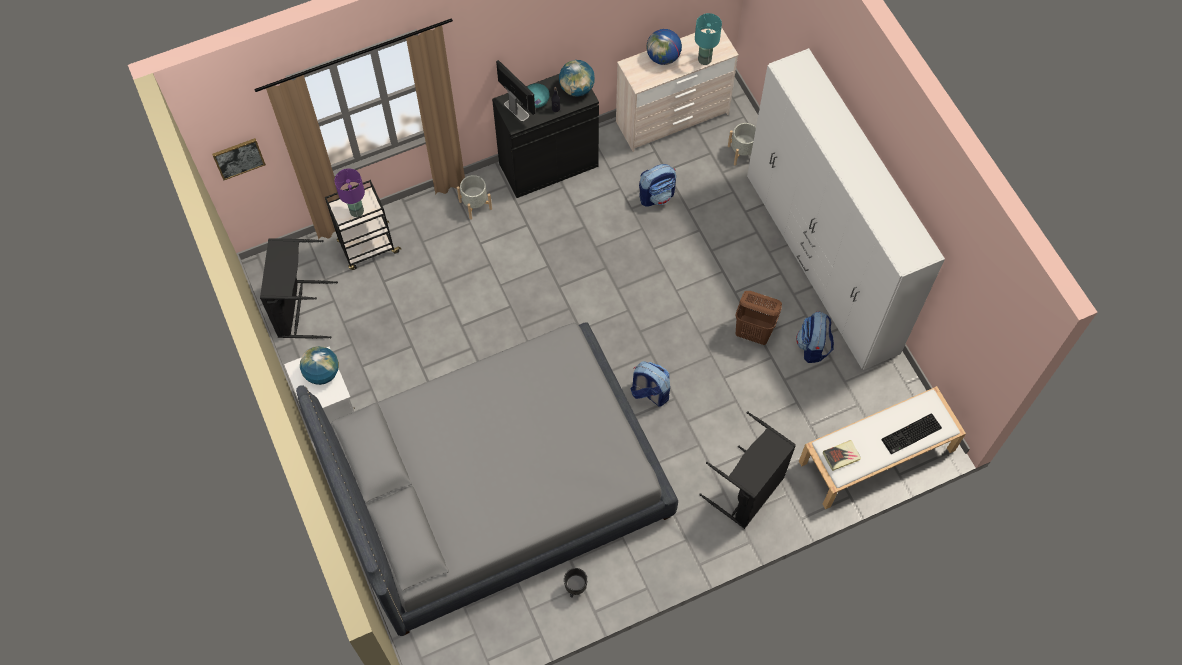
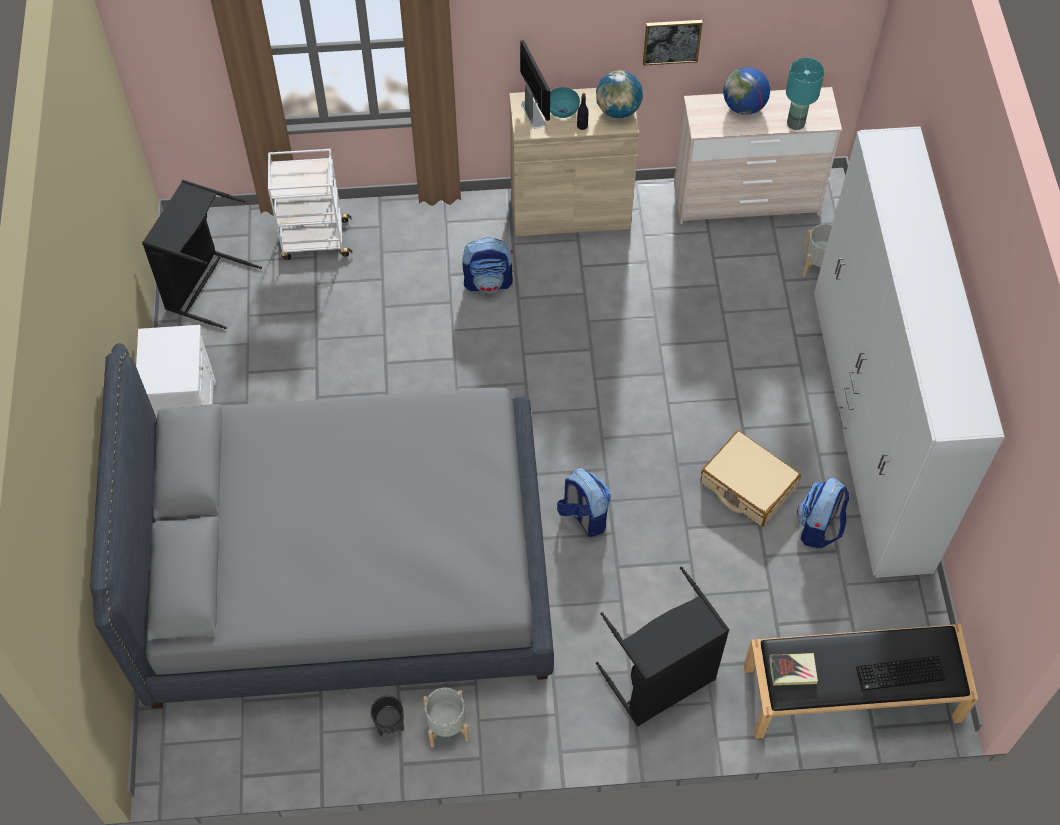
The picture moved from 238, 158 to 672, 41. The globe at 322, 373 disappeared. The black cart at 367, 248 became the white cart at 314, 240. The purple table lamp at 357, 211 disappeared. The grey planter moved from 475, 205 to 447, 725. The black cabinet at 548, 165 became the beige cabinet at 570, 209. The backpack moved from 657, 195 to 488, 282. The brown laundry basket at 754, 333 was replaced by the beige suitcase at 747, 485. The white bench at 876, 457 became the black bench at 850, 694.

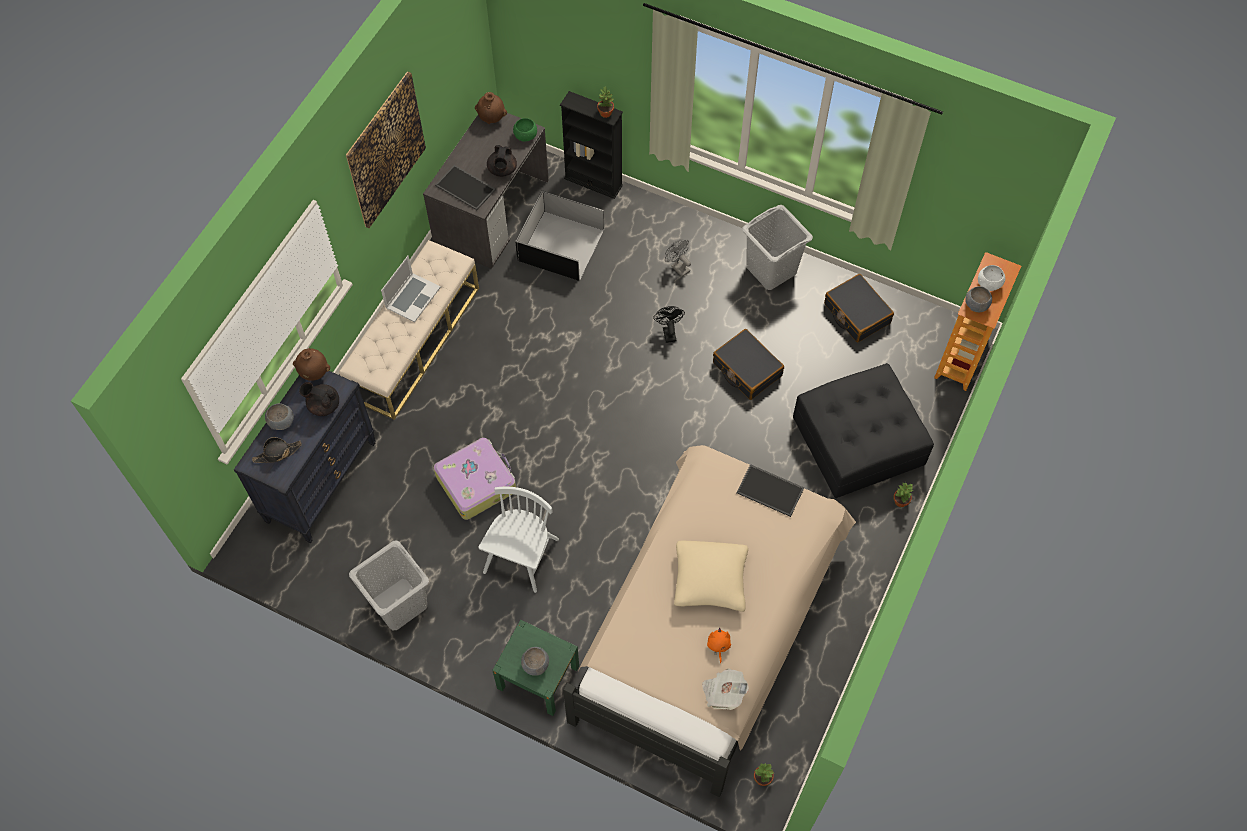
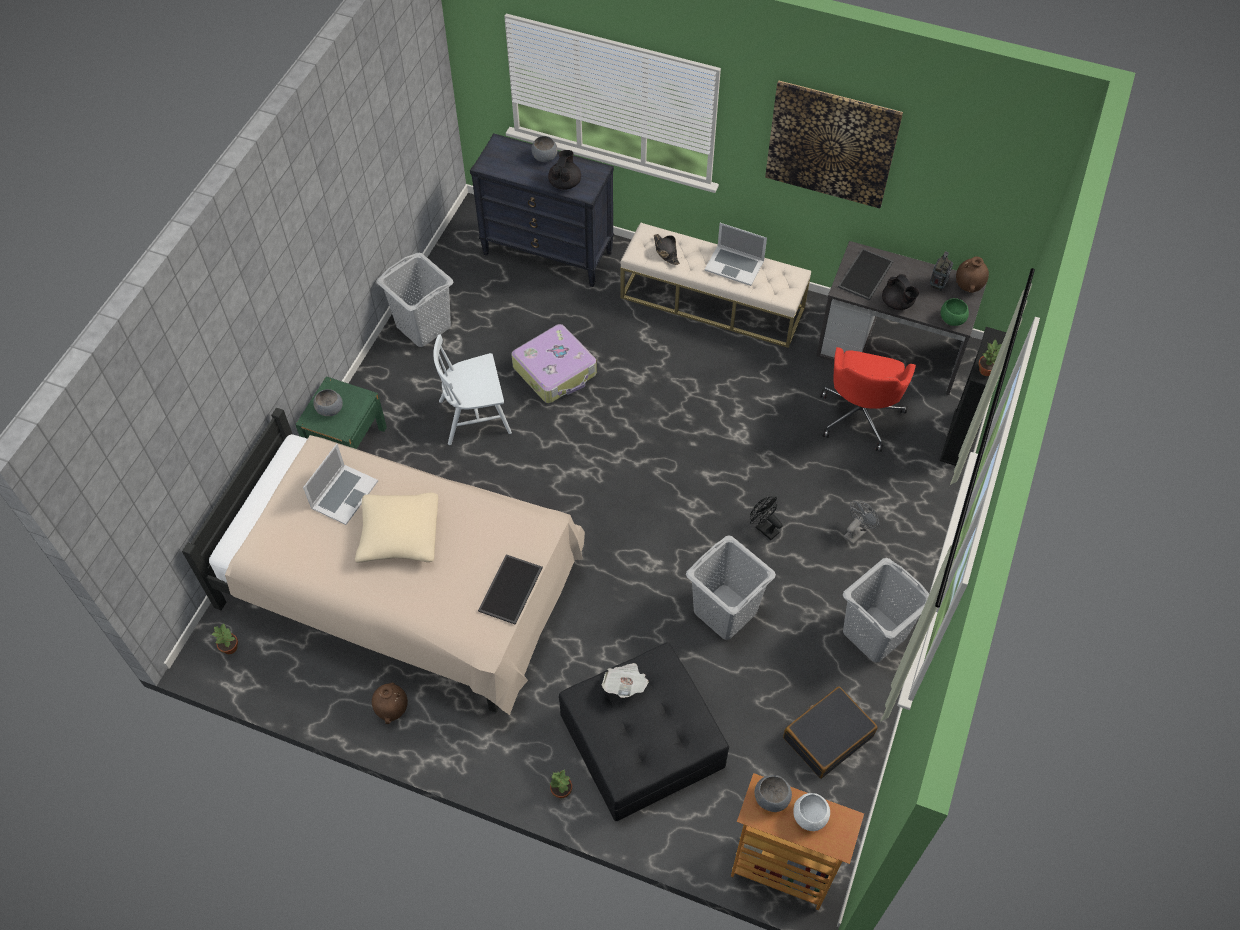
The black hat moved from 277, 453 to 666, 251. The brown vase moved from 314, 373 to 392, 709. The white chair at 521, 556 turned 150 degrees clockwise. The black teapot at 502, 170 turned 120 degrees counterclockwise. The black storage box at 560, 246 was replaced by the red office chair at 860, 415. The black fan at 668, 332 turned 120 degrees counterclockwise. The newspaper moved from 723, 692 to 625, 685. The orange plush toy at 718, 645 disappeared. The black suitcase at 746, 369 was replaced by the grey laundry basket at 725, 612. The laptop at 344, 494 appeared. The radio at 937, 285 appeared.

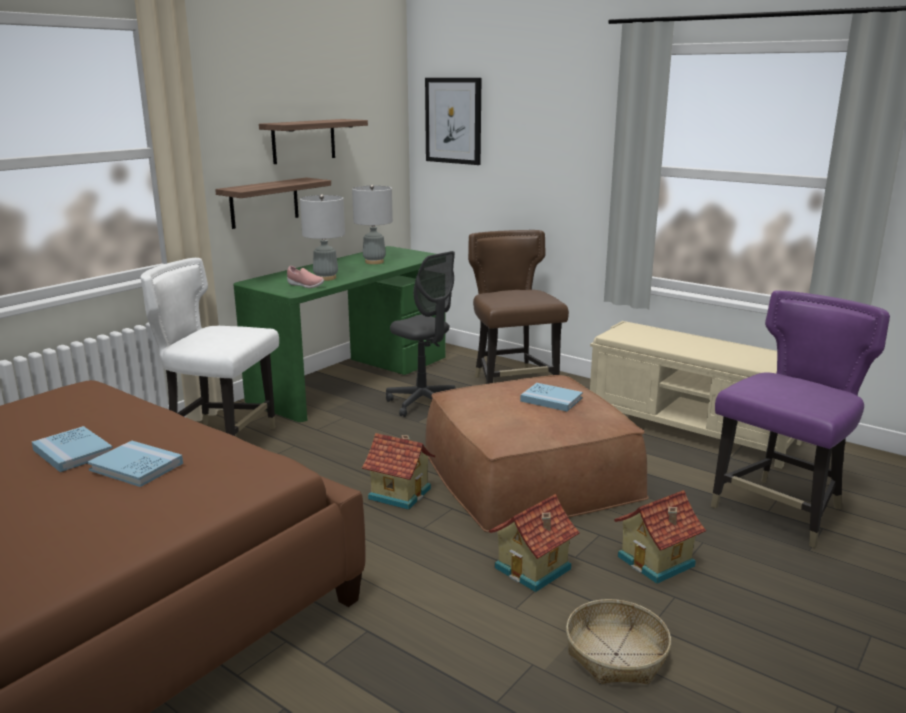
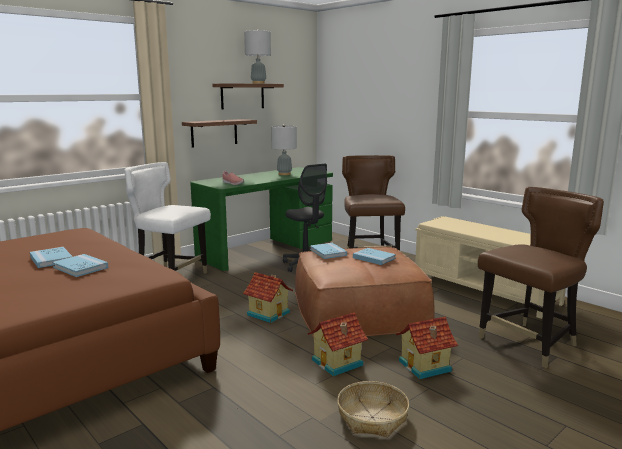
The grey table lamp moved from 326, 278 to 258, 83. The picture at 453, 120 disappeared. The purple chair at 780, 510 became the brown chair at 529, 343. The blue book at 328, 252 appeared.

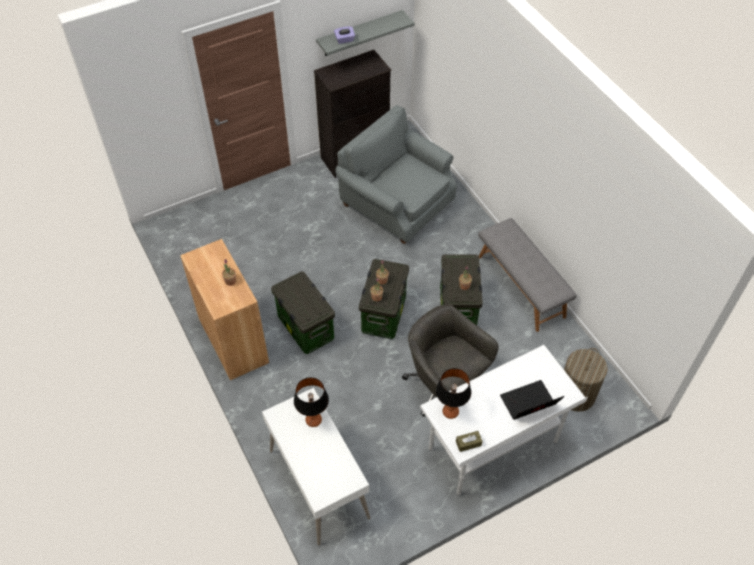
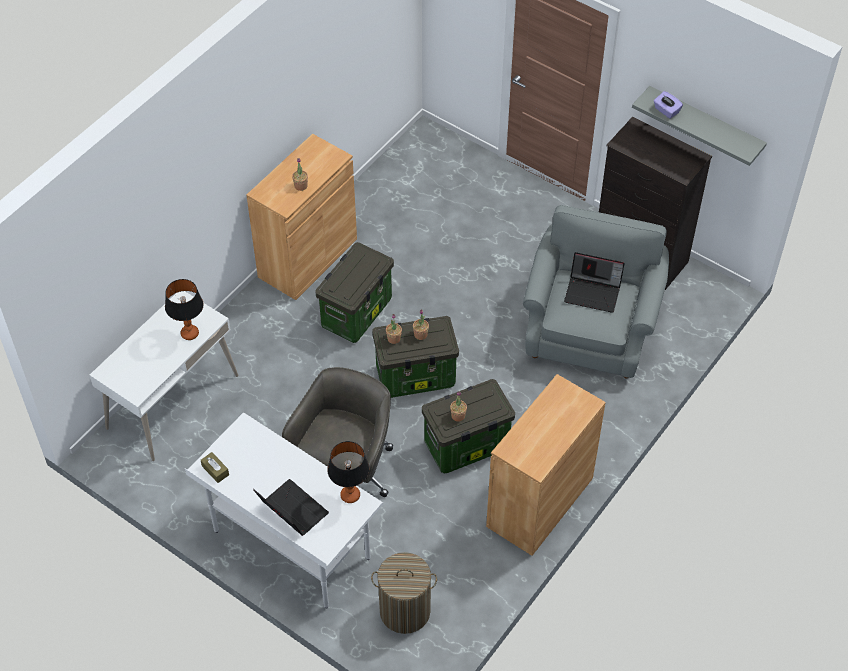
The table lamp moved from 450, 412 to 350, 495. The grey bench at 521, 286 was replaced by the brown cabinet at 540, 502. The laptop at 593, 292 appeared.

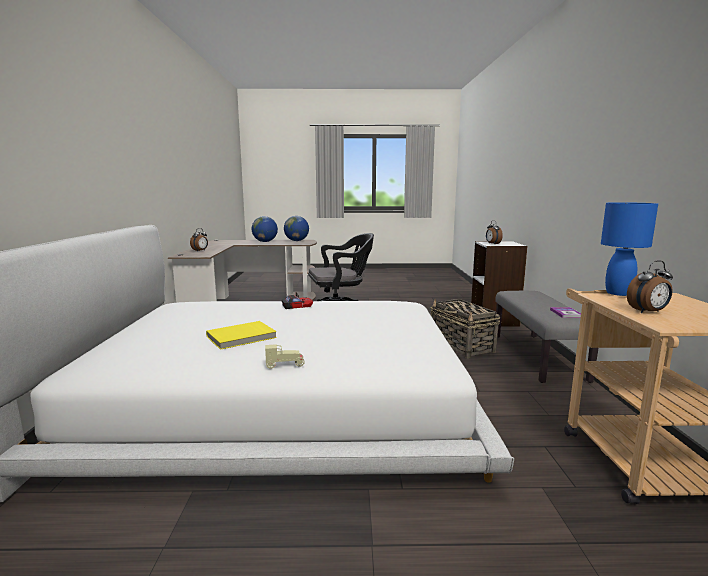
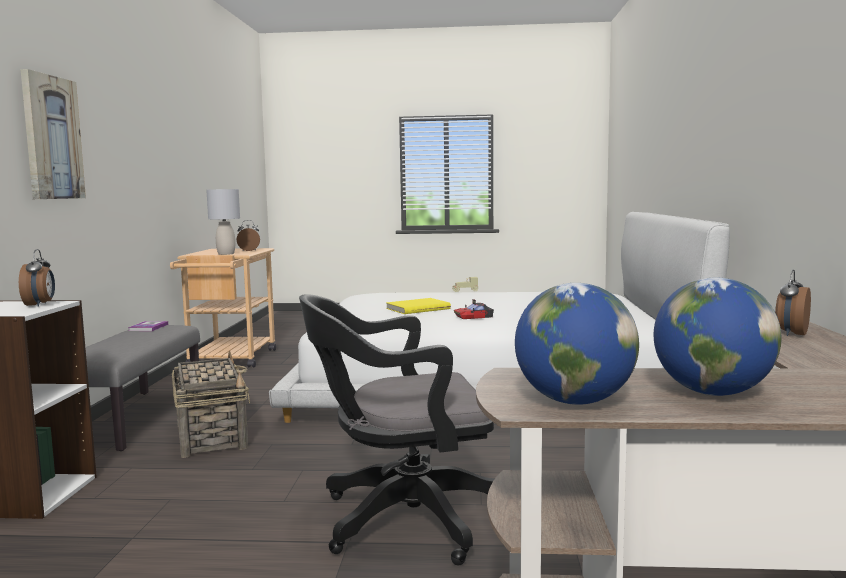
The yellow book moved from 242, 337 to 417, 308. The blue table lamp at 618, 293 became the grey table lamp at 226, 254. The picture at 51, 138 appeared.

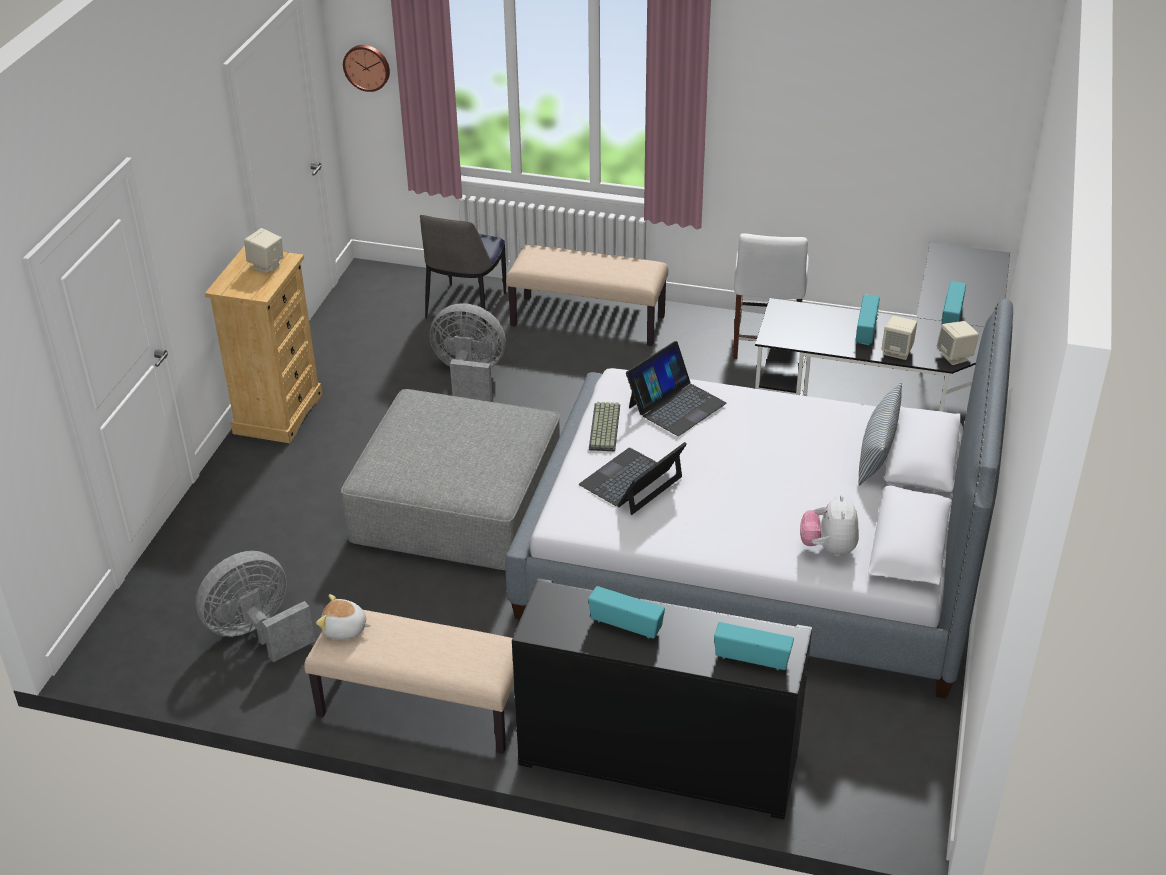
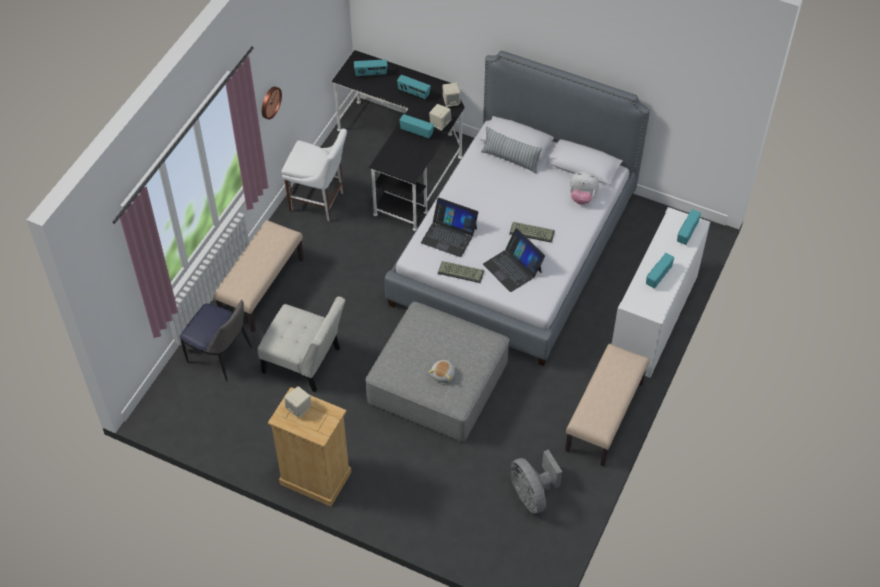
The plush toy moved from 344, 629 to 443, 374. The wall clock moved from 367, 67 to 269, 102. The grey fan at 469, 376 was replaced by the white chair at 305, 362. The black cabinet at 658, 758 became the white cabinet at 653, 319. The laptop at 676, 405 turned 150 degrees clockwise. The radio at 371, 74 appeared. The keyboard at 532, 232 appeared.

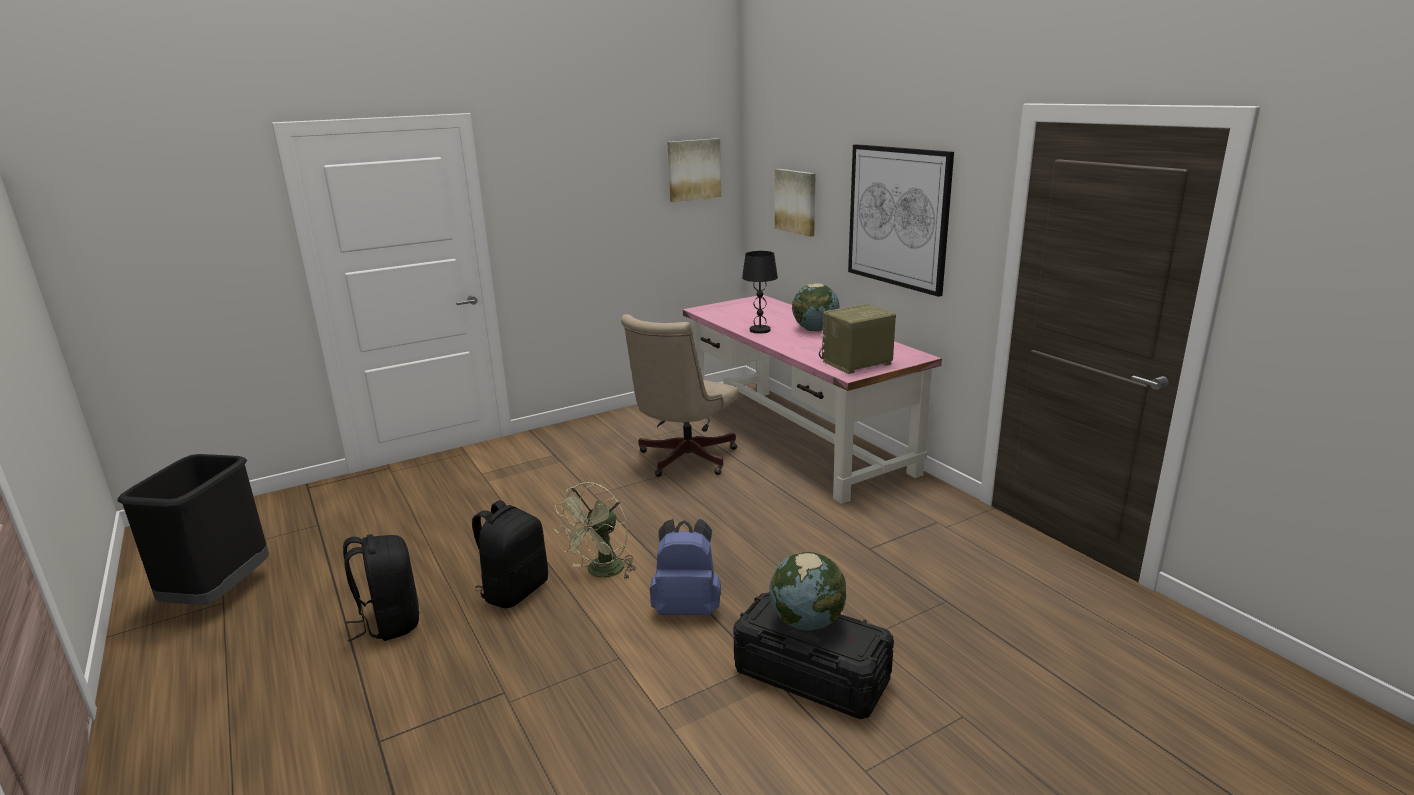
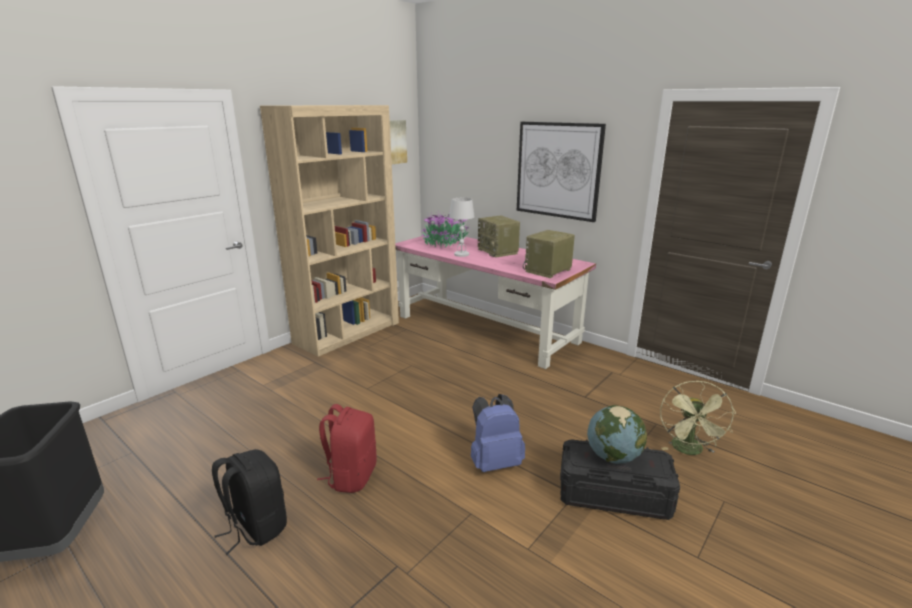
The black backpack at 515, 591 became the red backpack at 351, 476. The green fan moved from 601, 573 to 689, 451. The beige office chair at 683, 460 disappeared. The black table lamp at 759, 330 became the white table lamp at 461, 254. The picture at 796, 201 disappeared. The globe at 815, 330 was replaced by the radio at 498, 251. The beige bookcase at 348, 332 appeared. The potted plant at 445, 243 appeared.

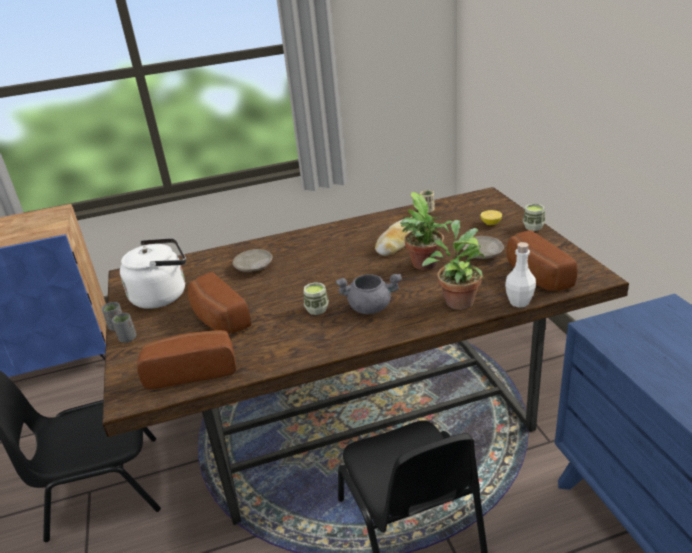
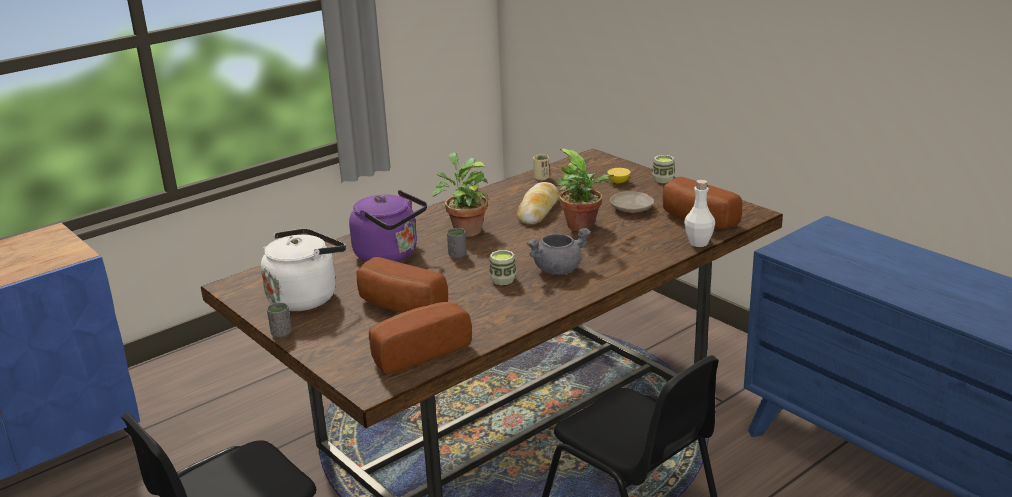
The grey cup moved from 127, 338 to 457, 255. The beige plate at 253, 266 was replaced by the purple kettle at 390, 255. The potted plant moved from 457, 300 to 465, 230.

